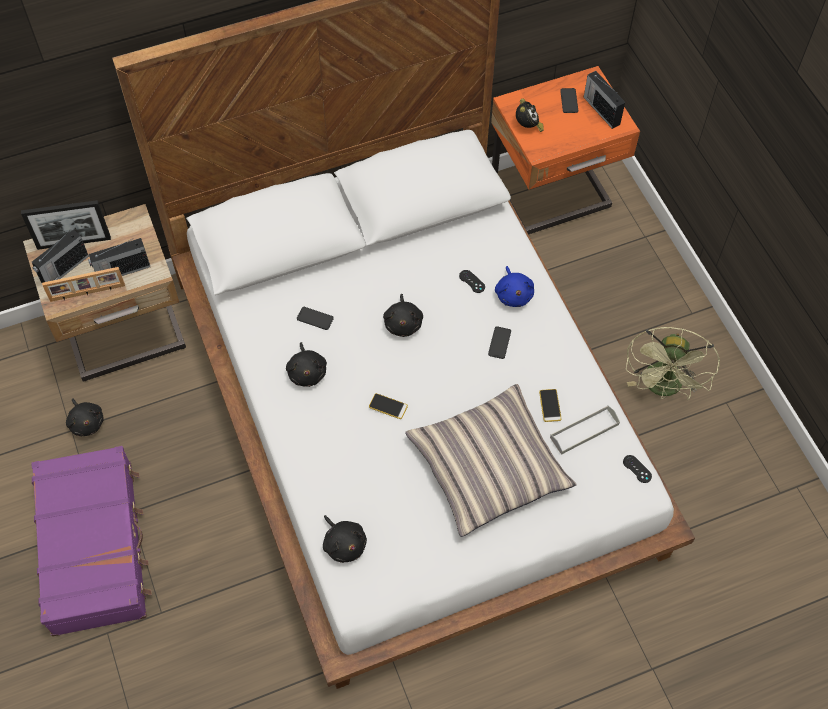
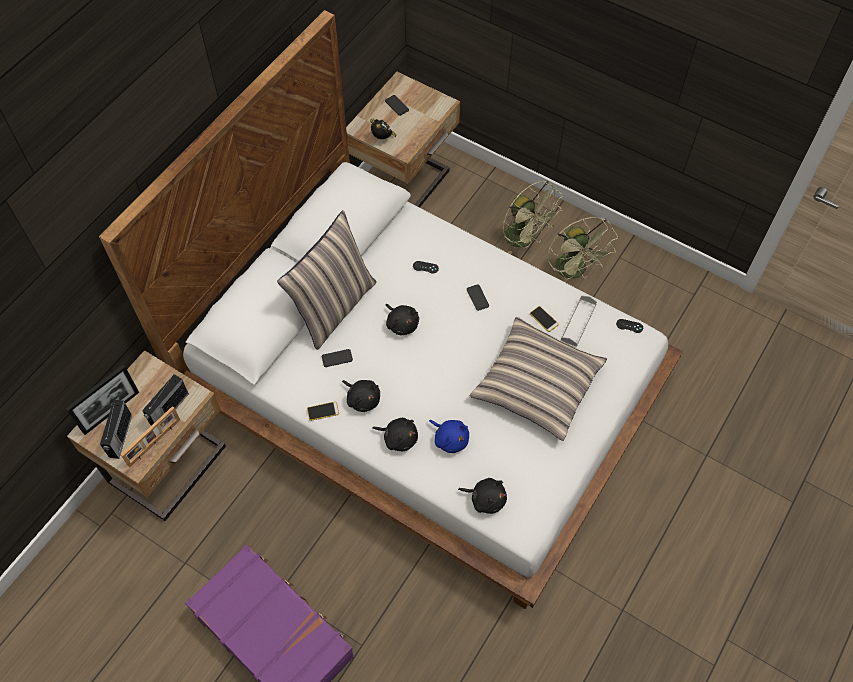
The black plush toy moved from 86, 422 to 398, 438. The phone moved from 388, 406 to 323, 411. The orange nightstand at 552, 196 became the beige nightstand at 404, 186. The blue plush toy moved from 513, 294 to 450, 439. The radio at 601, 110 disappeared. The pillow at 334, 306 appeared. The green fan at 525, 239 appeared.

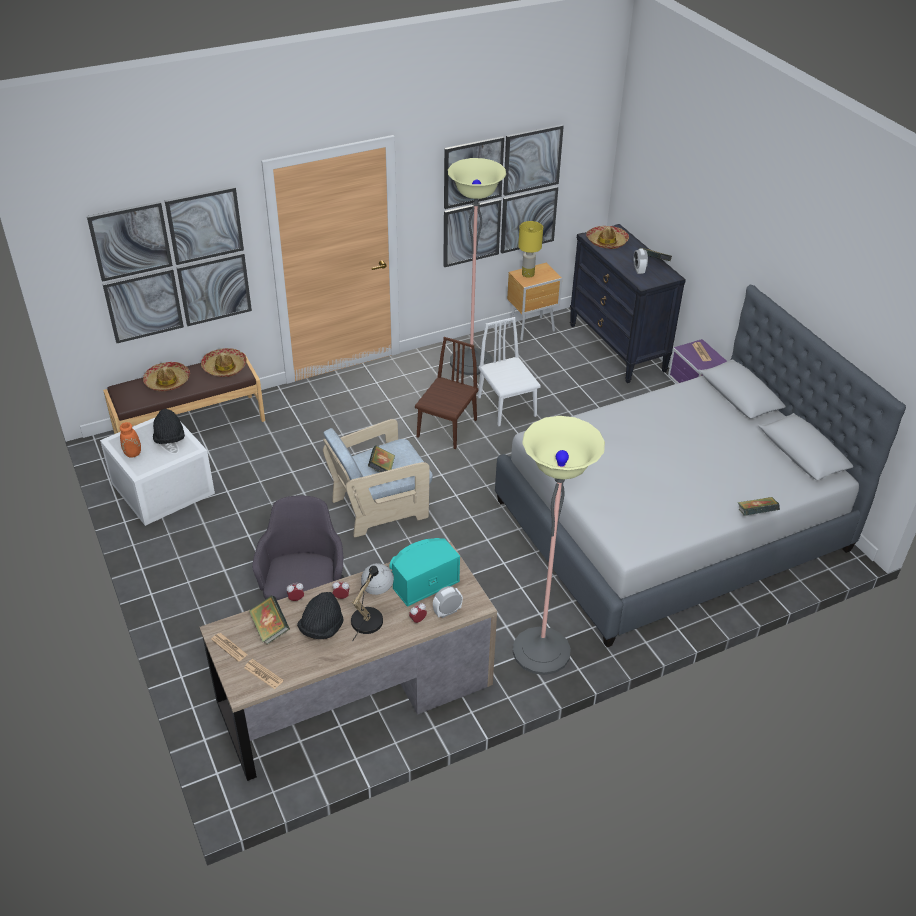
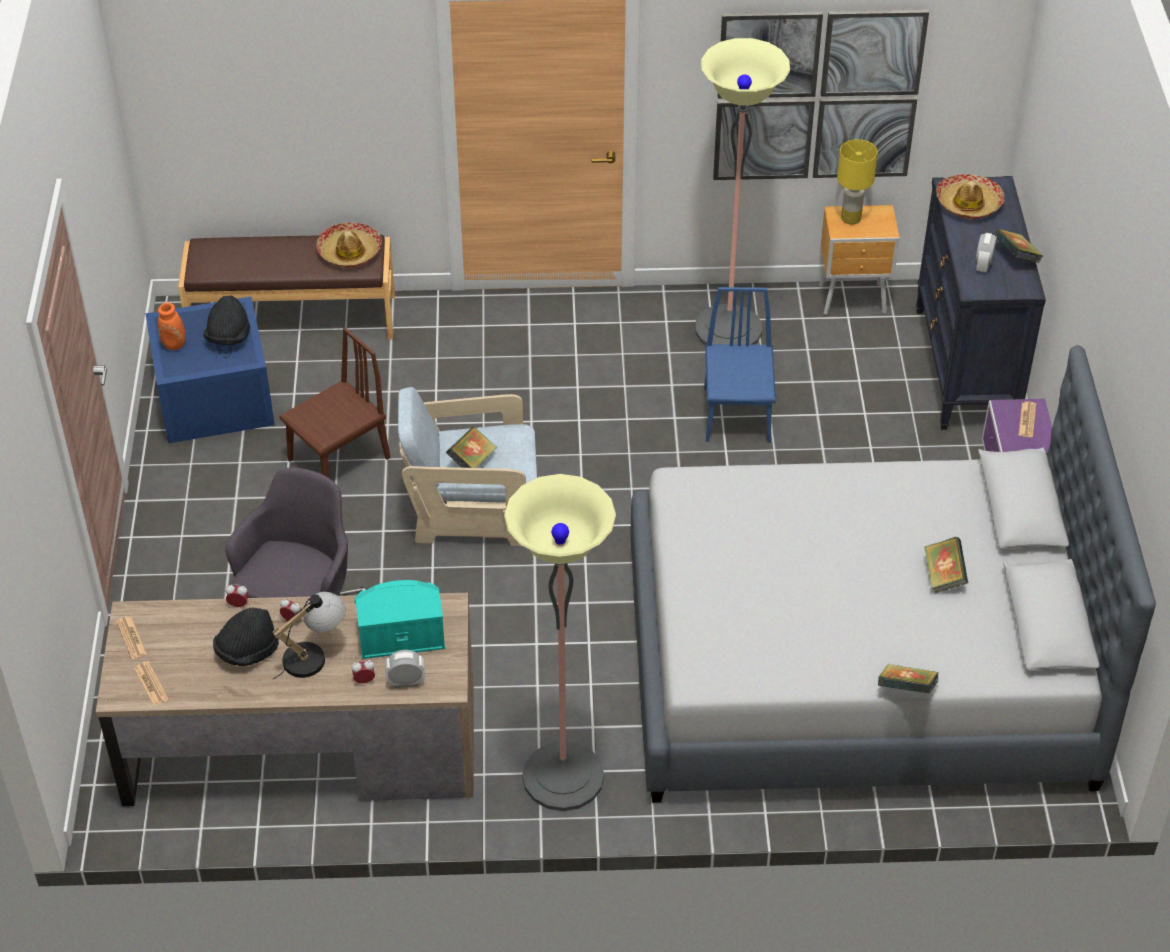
The picture at 174, 265 disappeared. The white storage box at 161, 488 became the blue storage box at 213, 397. The hat at 167, 382 disappeared. The book moved from 270, 628 to 943, 576. The brown chair moved from 447, 428 to 339, 459. The white chair at 507, 406 became the blue chair at 737, 414.

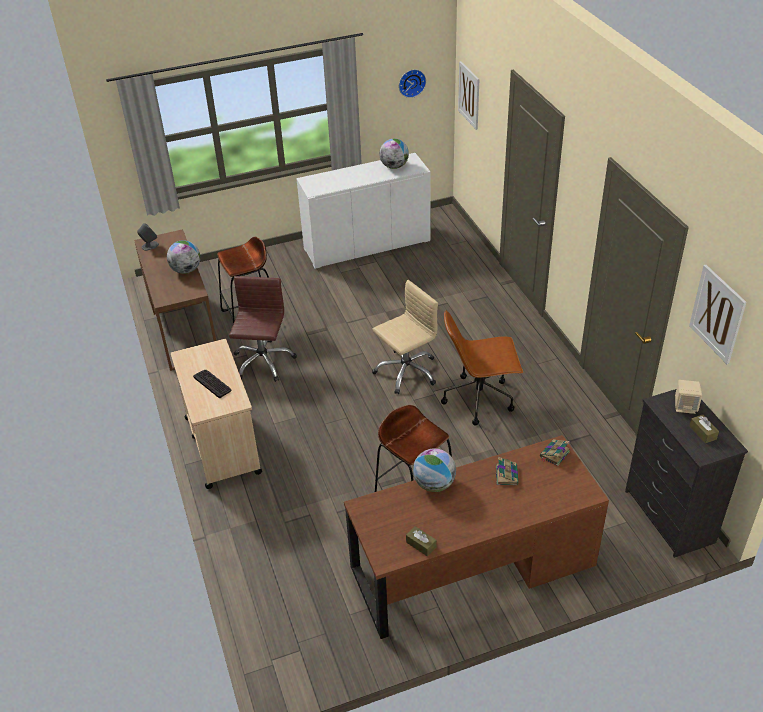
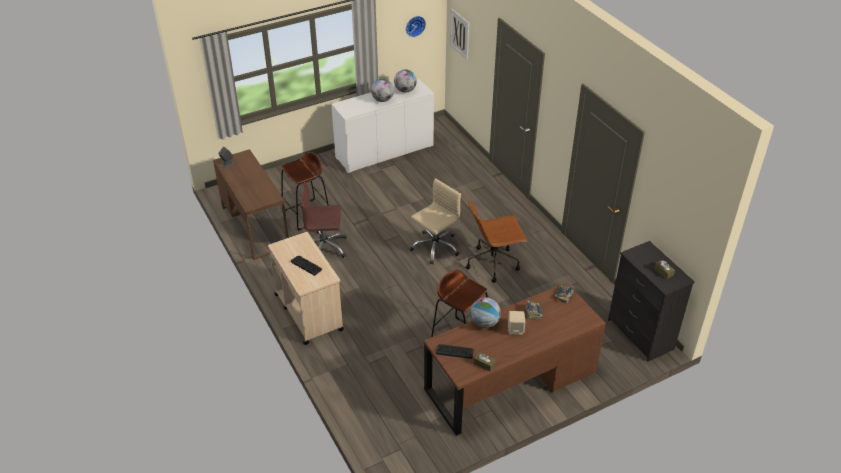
The globe moved from 186, 270 to 382, 100. The brown office chair at 263, 362 turned 90 degrees counterclockwise. The beige speaker moved from 685, 406 to 515, 329. The picture at 717, 314 disappeared. The keyboard at 455, 351 appeared.

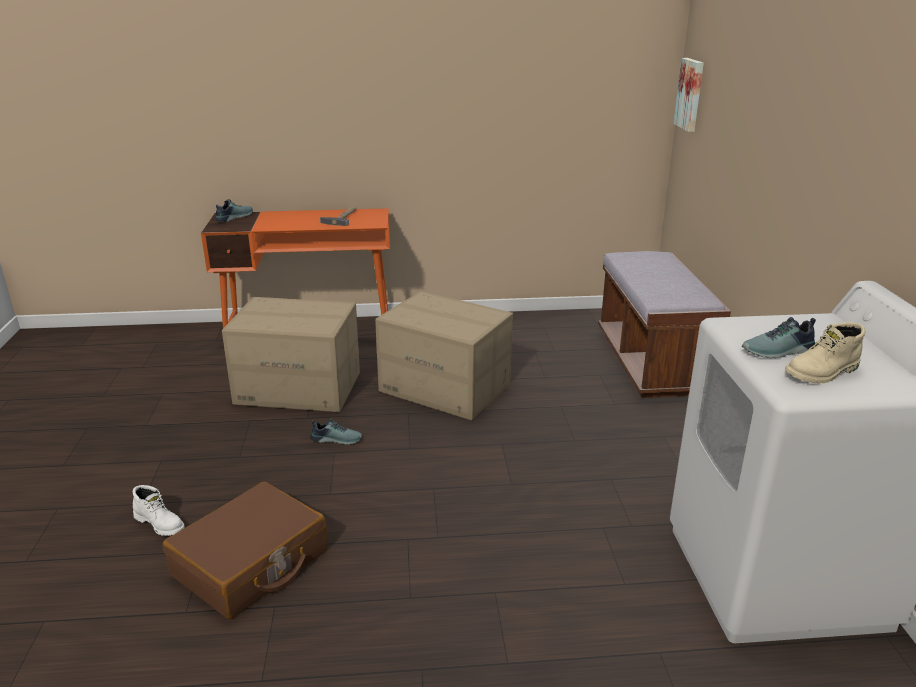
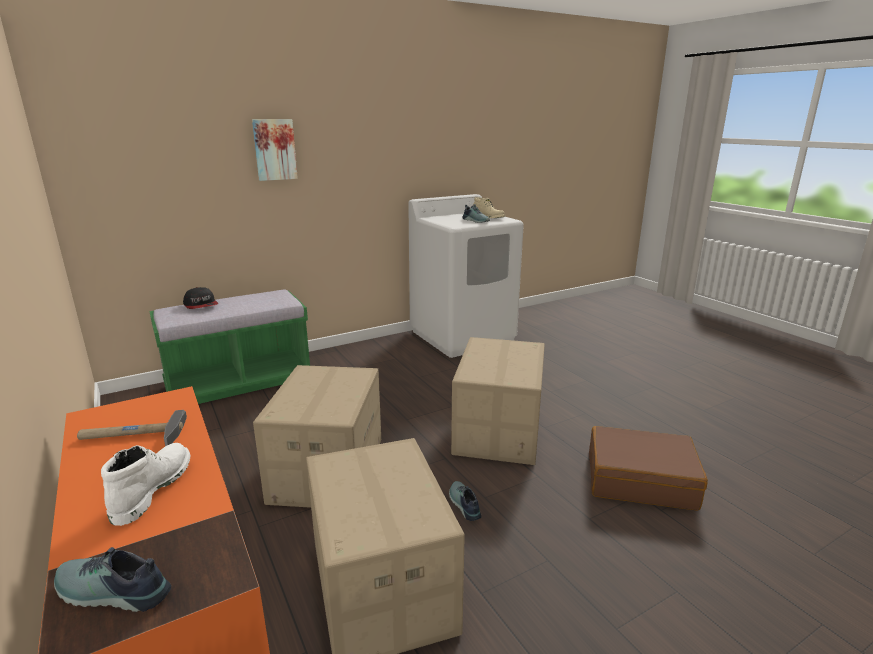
The white boot moved from 160, 523 to 151, 489. The brown bench at 651, 363 became the green bench at 239, 382. The picture moved from 691, 94 to 274, 149. The cap at 201, 305 appeared. The cardboard box at 499, 431 appeared.

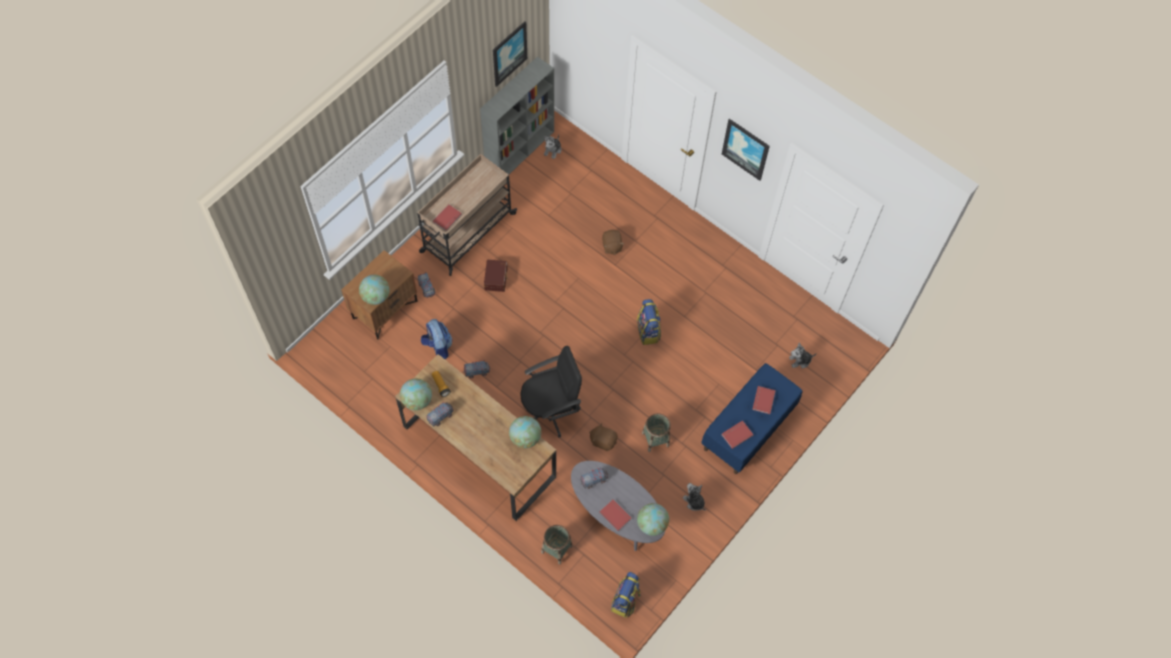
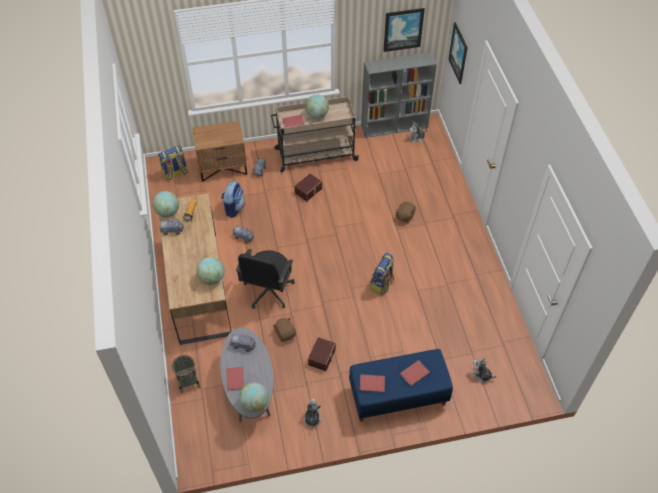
The globe moved from 376, 296 to 317, 115. The black office chair at 550, 410 turned 90 degrees clockwise. The backpack moved from 625, 601 to 175, 174. The basket at 655, 439 was replaced by the brown storage box at 322, 357. The picture moved from 746, 149 to 459, 53.

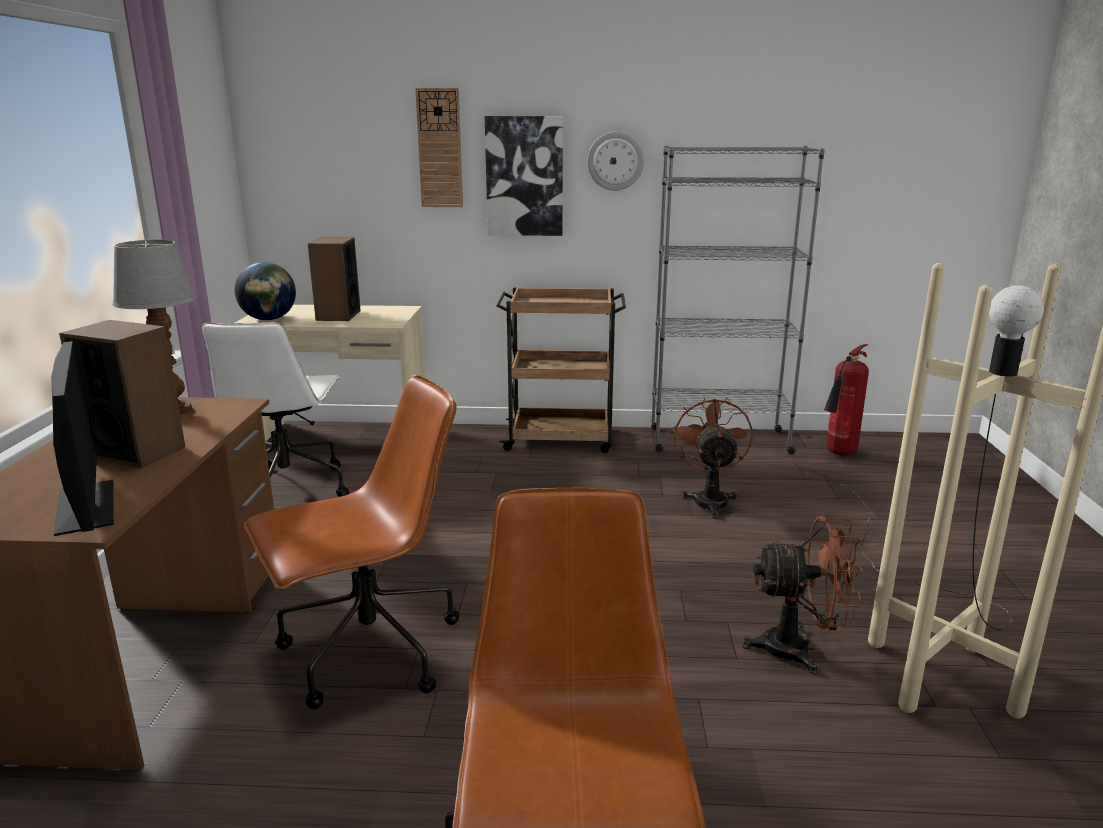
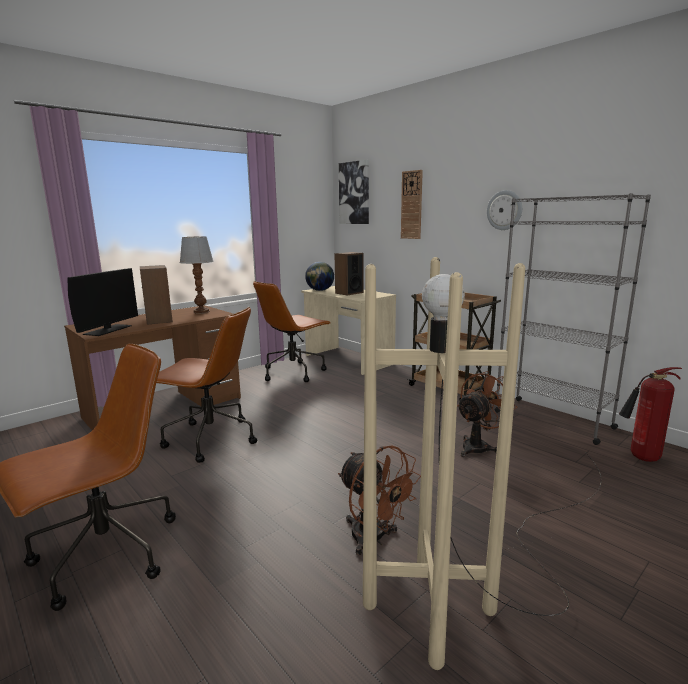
The white office chair at 287, 488 became the brown office chair at 293, 372. The picture moved from 524, 176 to 354, 193.

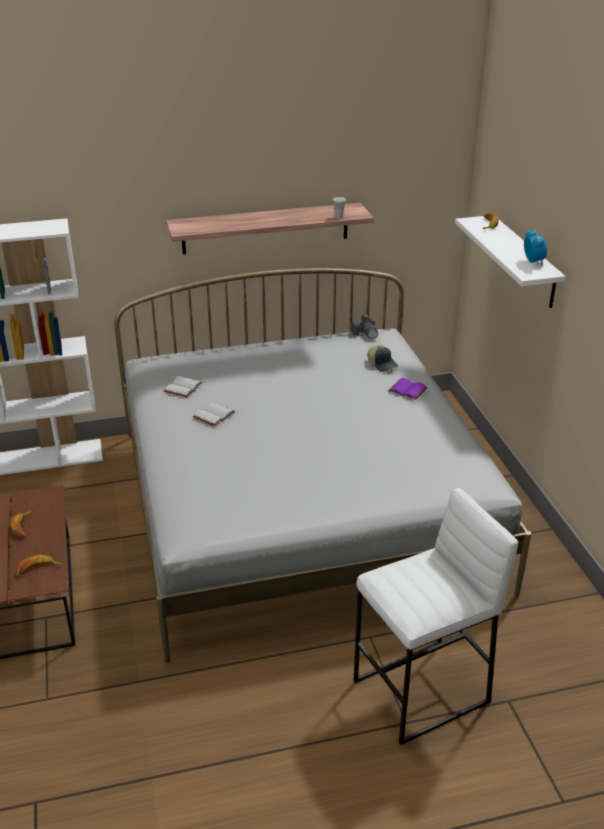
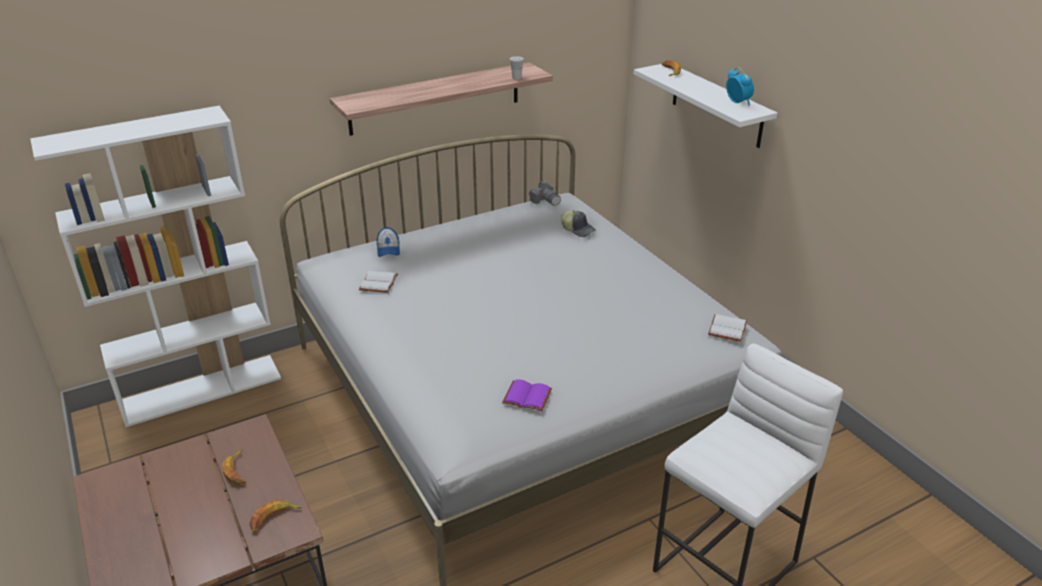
The white book moved from 213, 414 to 726, 328. The purple book moved from 406, 390 to 526, 397. The cap at 388, 249 appeared.

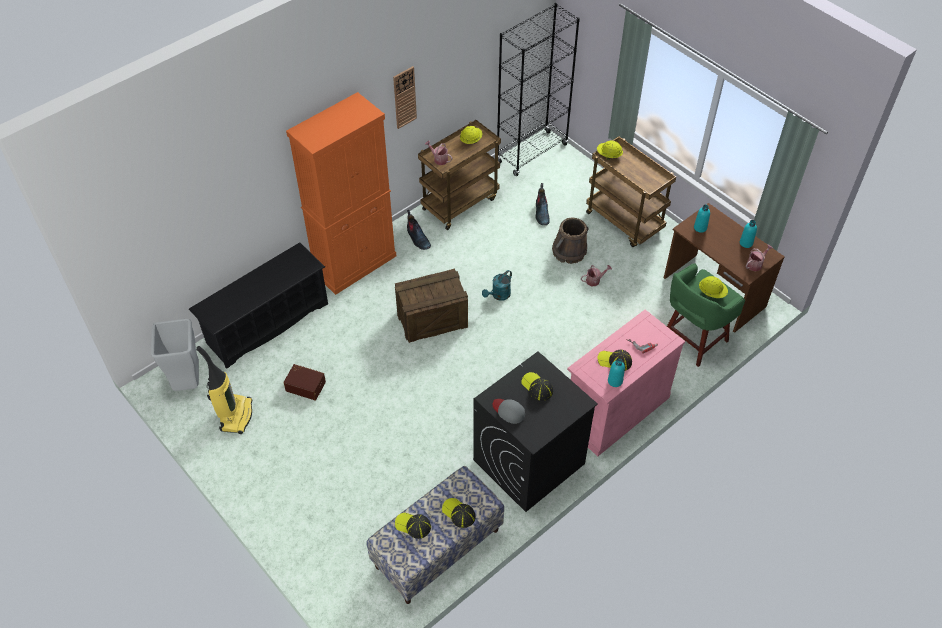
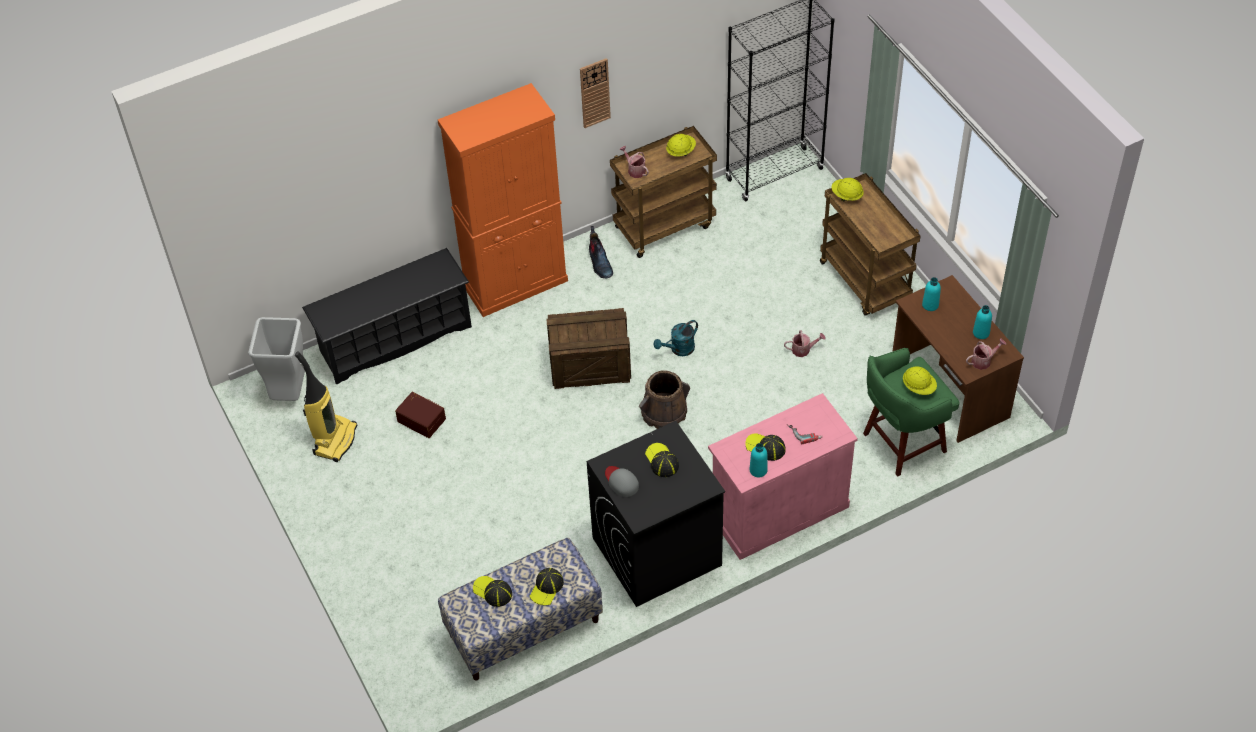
The cap at 458, 513 turned 120 degrees counterclockwise. The boot at 541, 213 disappeared. The brown bucket moved from 569, 251 to 663, 412.

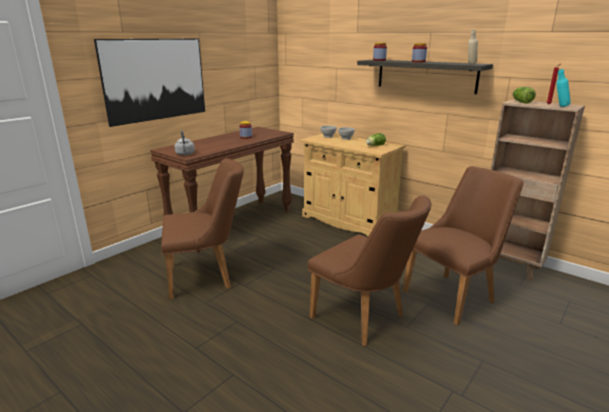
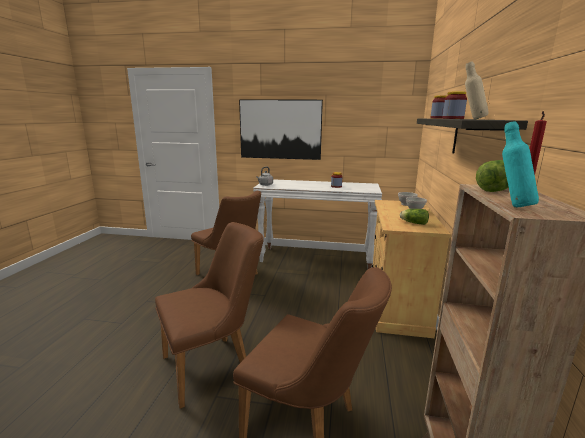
The brown console table at 233, 223 became the white console table at 316, 258. The brown chair at 365, 319 turned 135 degrees counterclockwise.

